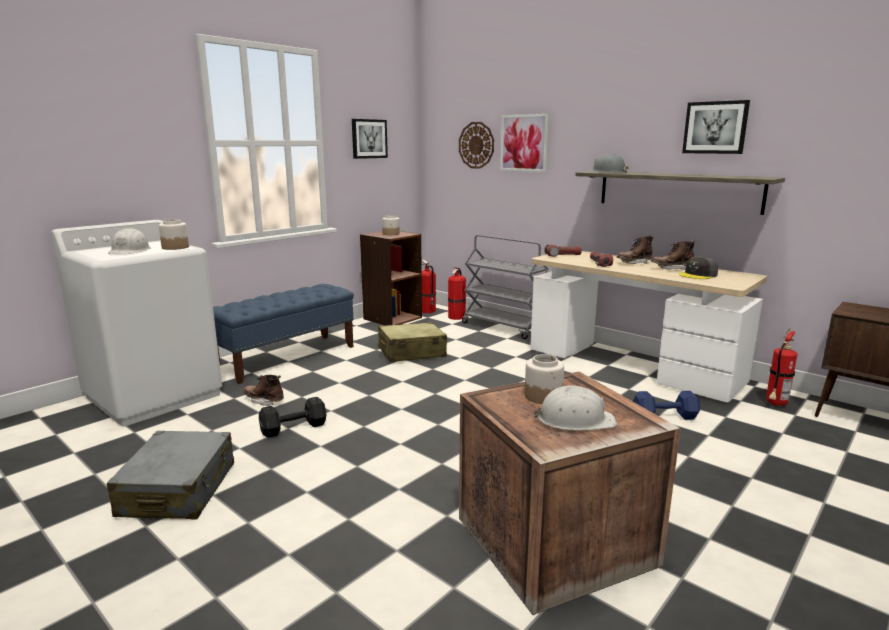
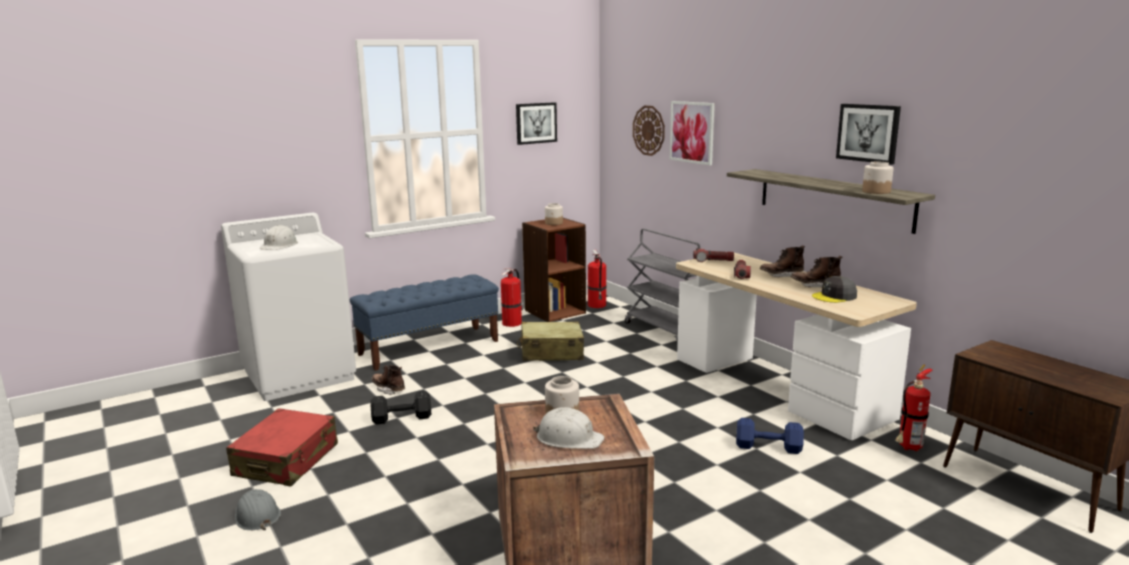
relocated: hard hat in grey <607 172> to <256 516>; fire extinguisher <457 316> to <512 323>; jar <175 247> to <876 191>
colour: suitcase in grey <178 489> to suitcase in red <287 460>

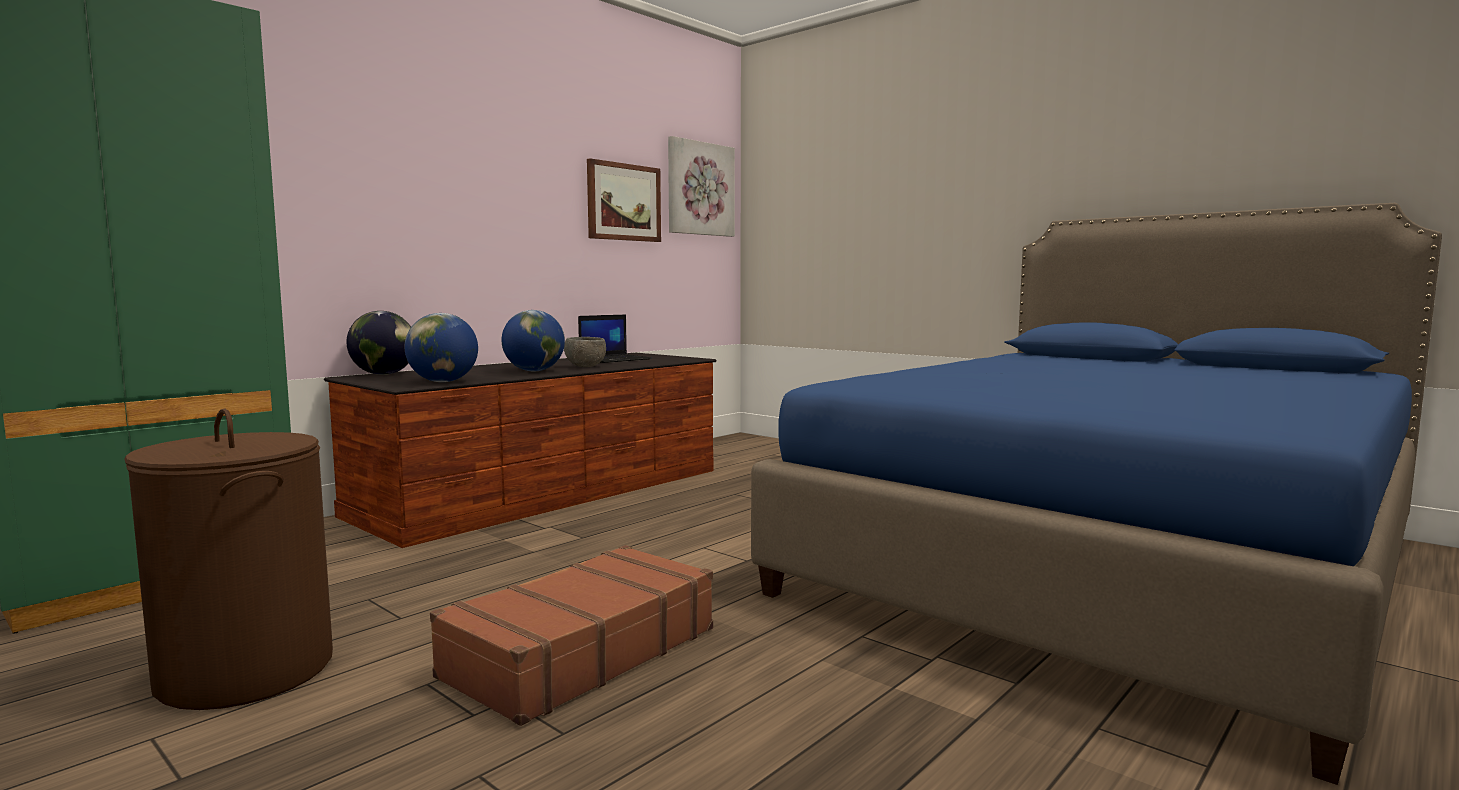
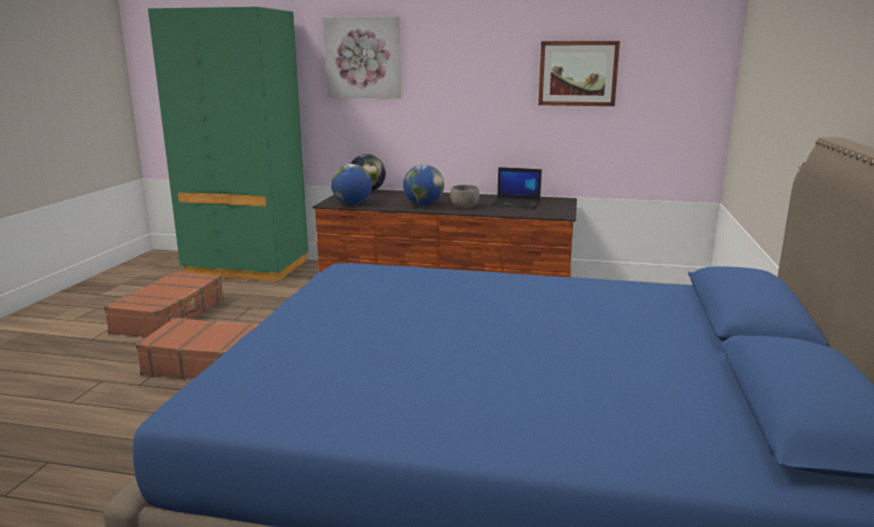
relocated: picture <700 189> to <363 57>
exchanged: laundry basket in brown <245 671> to suitcase in brown <170 316>

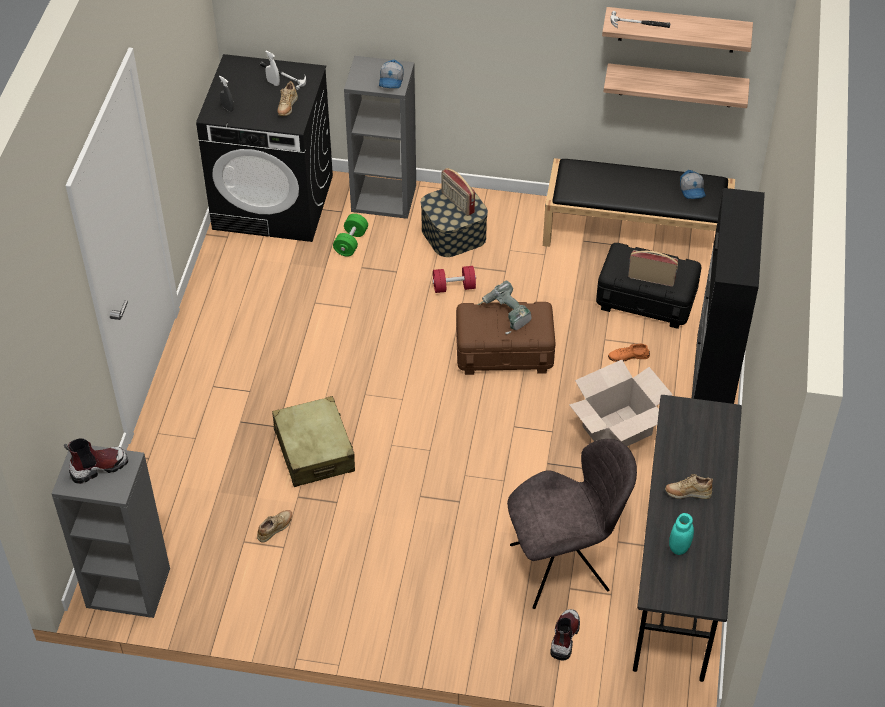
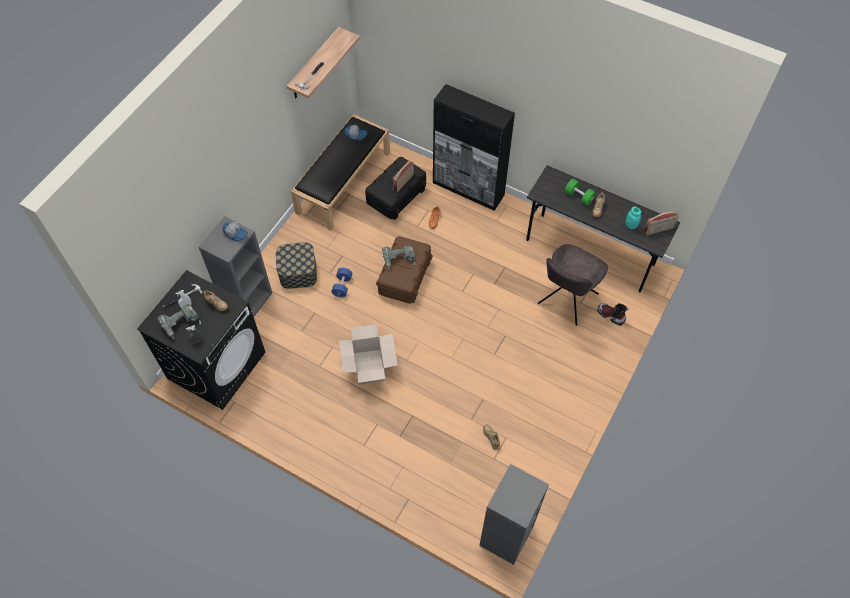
missing: boot <98 467>; suitcase in beige <314 450>; shelf <676 85>
appeared: power drill <181 325>
relocated: cardboard box <617 430> to <369 367>; dumbbell in green <351 243> to <579 196>; radio <457 203> to <659 229>
colour: dumbbell in red <454 287> to dumbbell in blue <342 286>
spun: chair in grey <563 567> = <566 300> 150 degrees counterclockwise

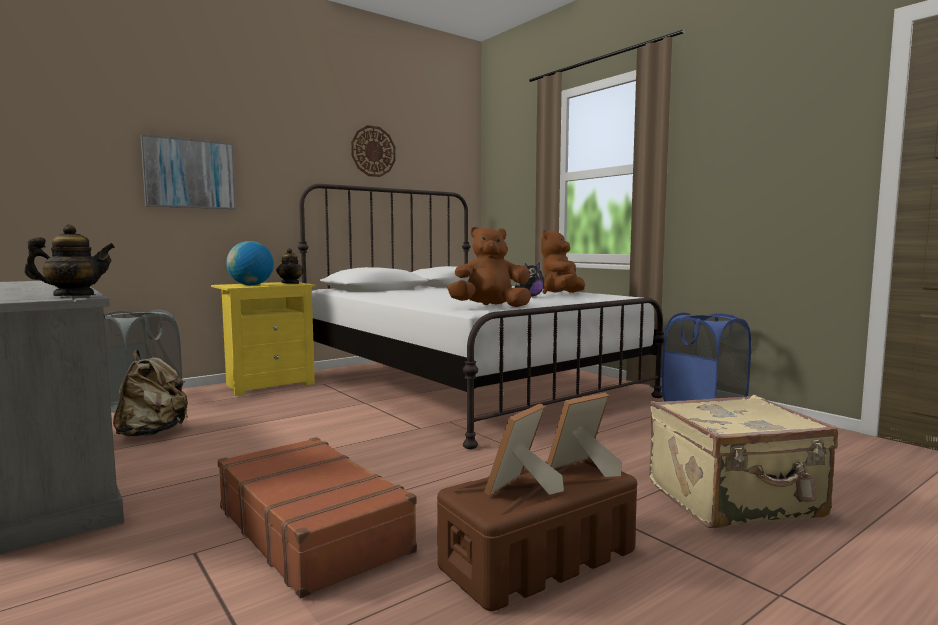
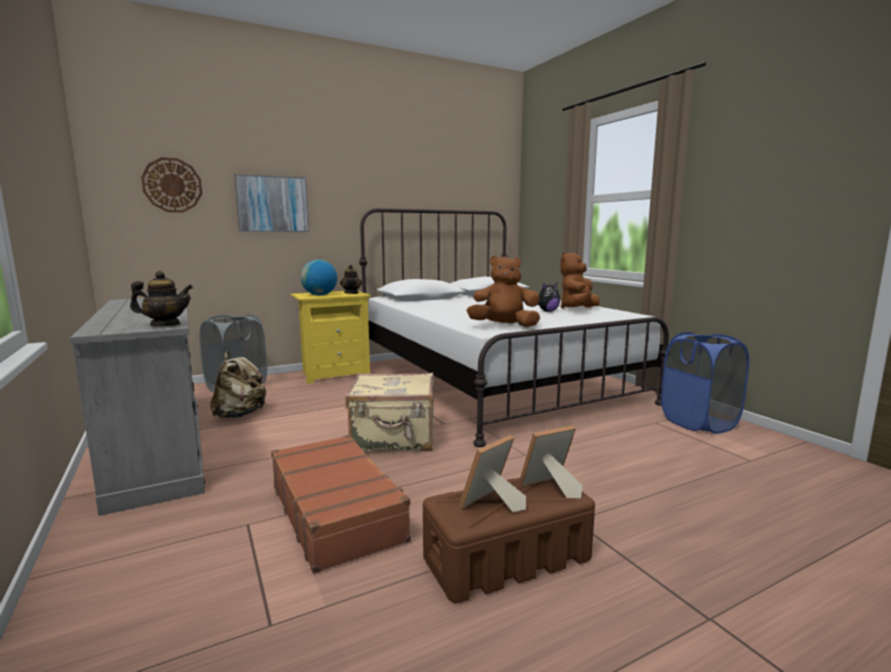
relocated: wall clock <373 151> to <172 185>; suitcase in beige <735 501> to <394 438>

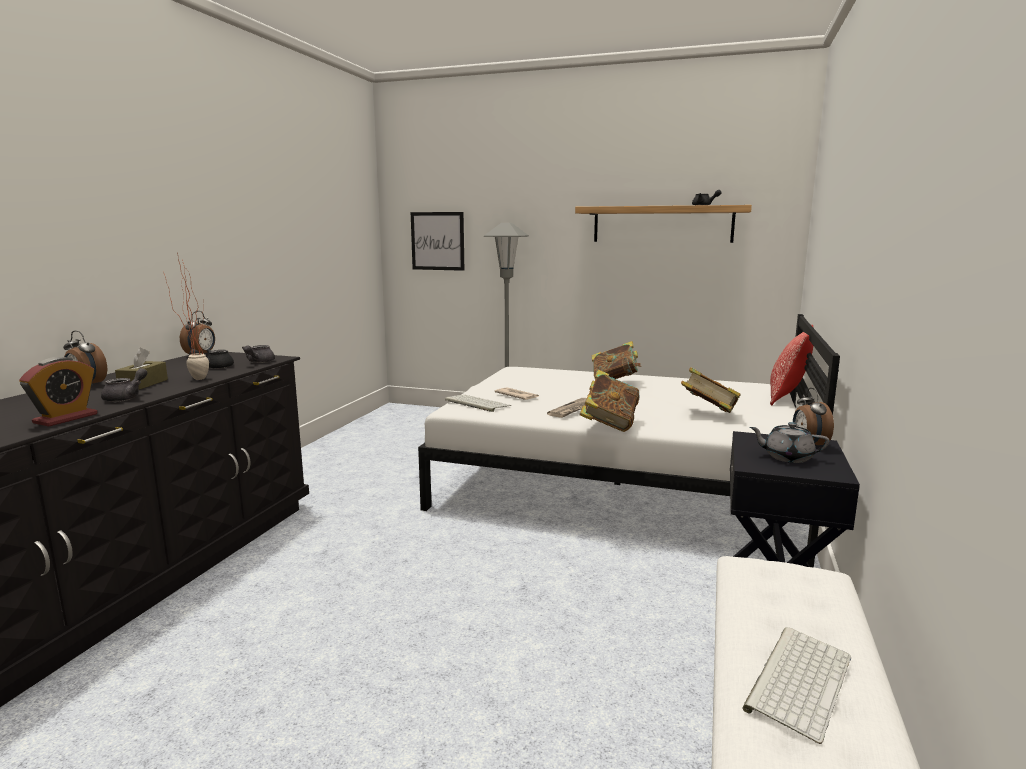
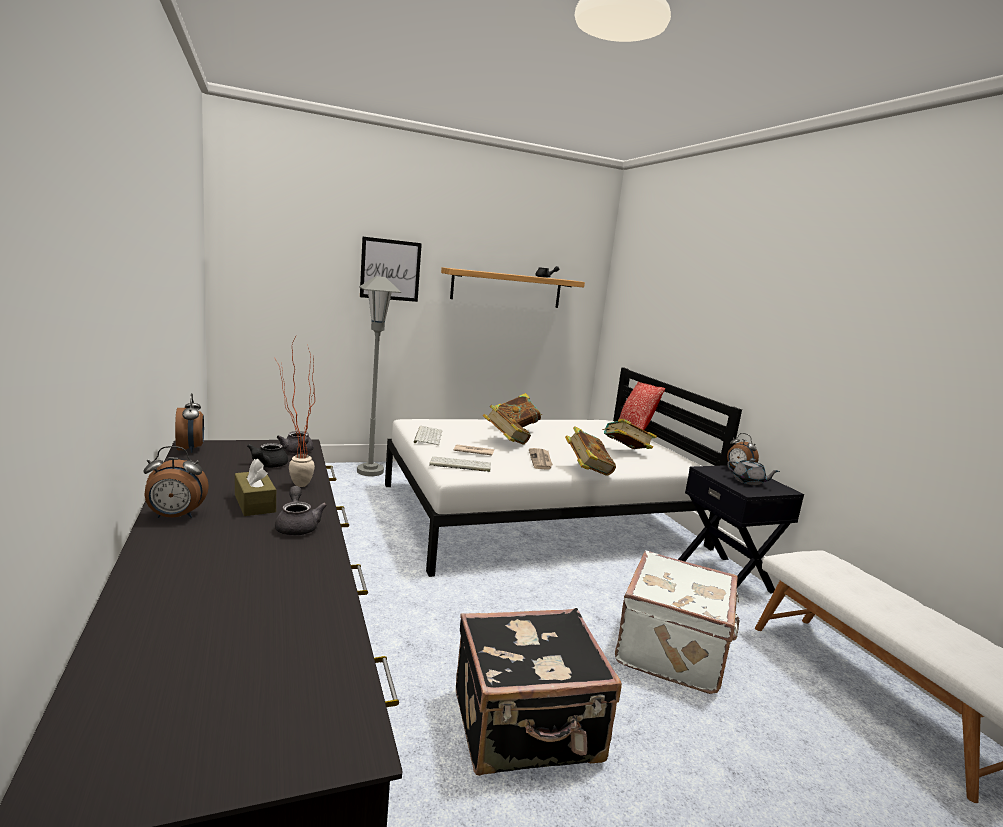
missing: alarm clock <65 418>
appeared: suitcase in black <527 728>; book <505 442>; suitcase in white <674 651>
relocated: picture <437 241> to <390 270>; keyboard <797 679> to <427 436>
spun: teapot in grey <787 457> = <748 482> 120 degrees counterclockwise

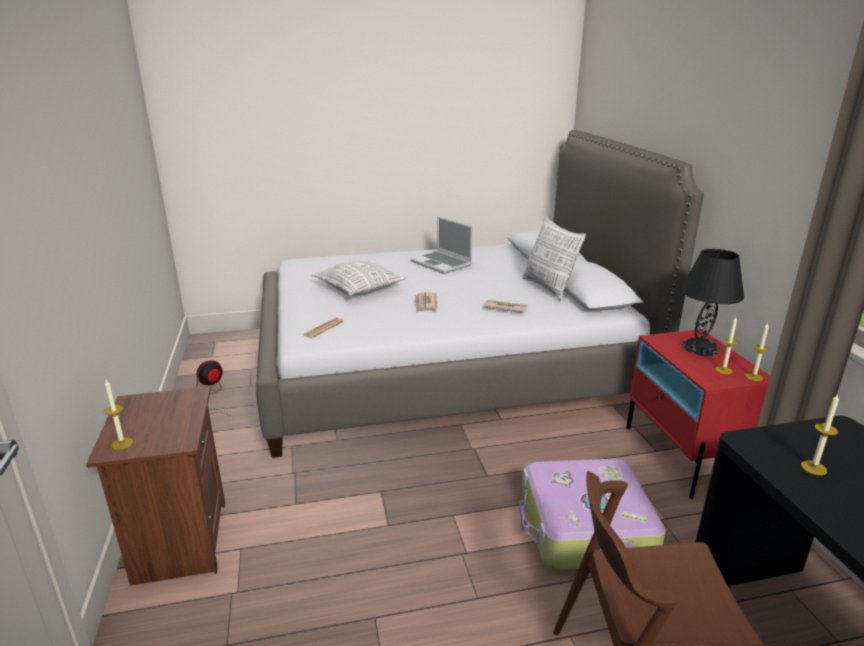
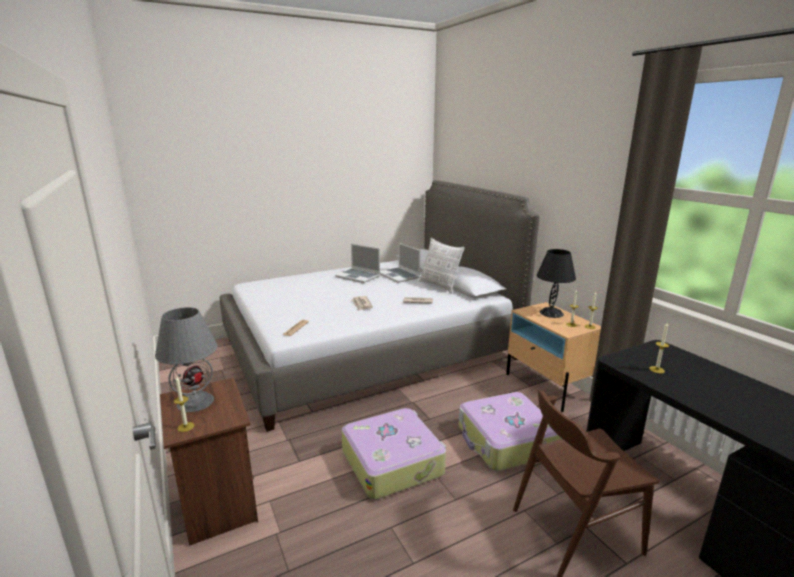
missing: pillow <359 288>
appeared: table lamp in grey <195 402>; suitcase <393 461>; laptop <399 276>
colour: nightstand in red <683 456> to nightstand in beige <547 387>

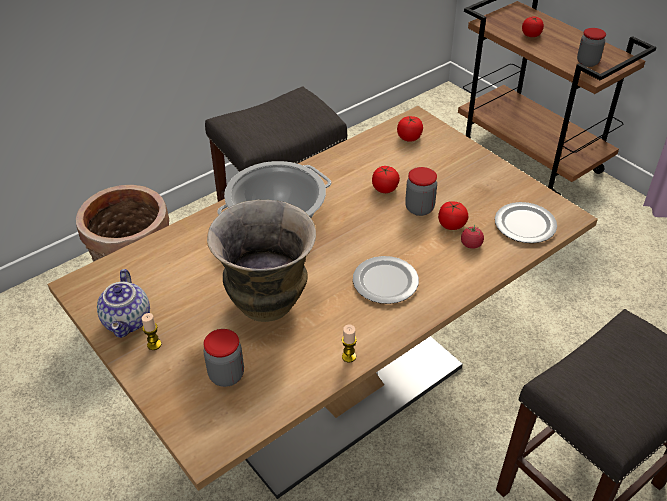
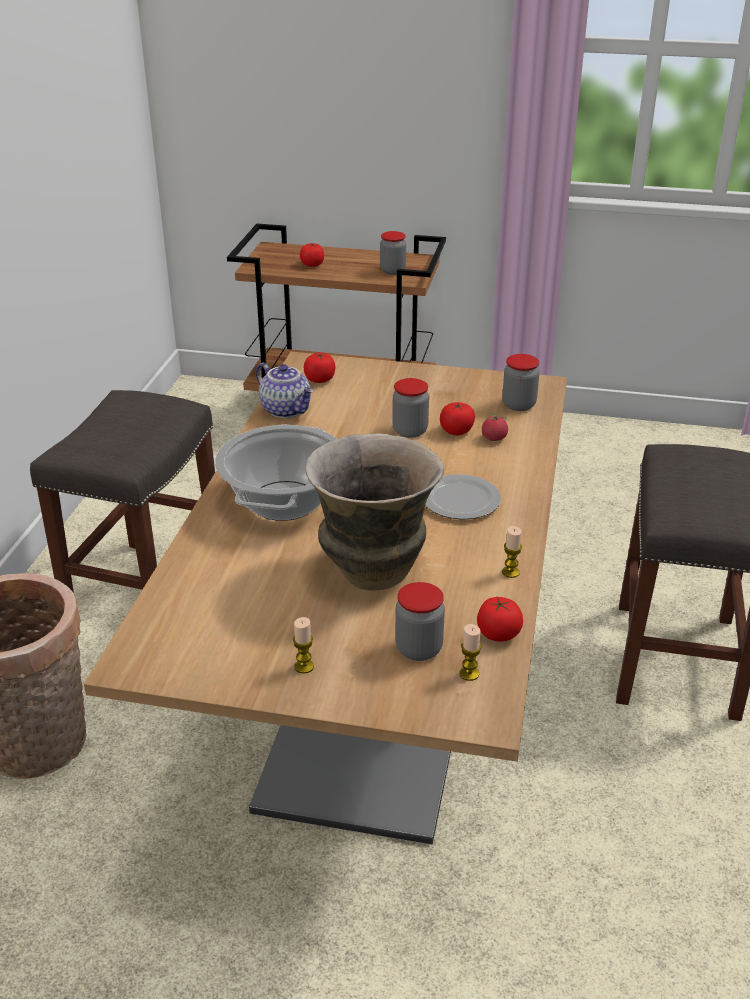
appeared: candle <469 674>
relocated: teapot <128 321> to <287 410>; tomato <385 188> to <498 634>
exchanged: plate <526 225> to jar <519 405>

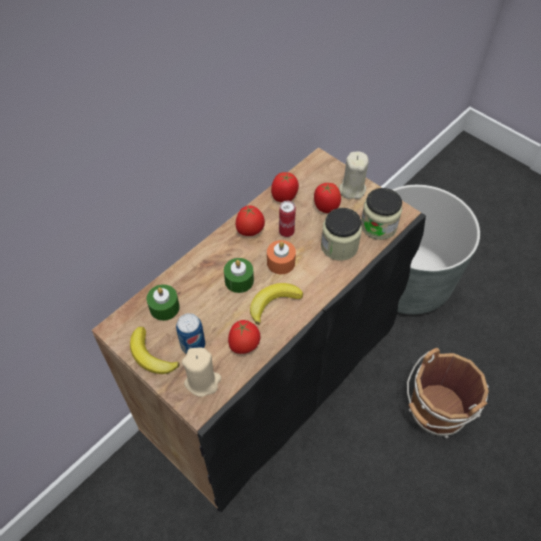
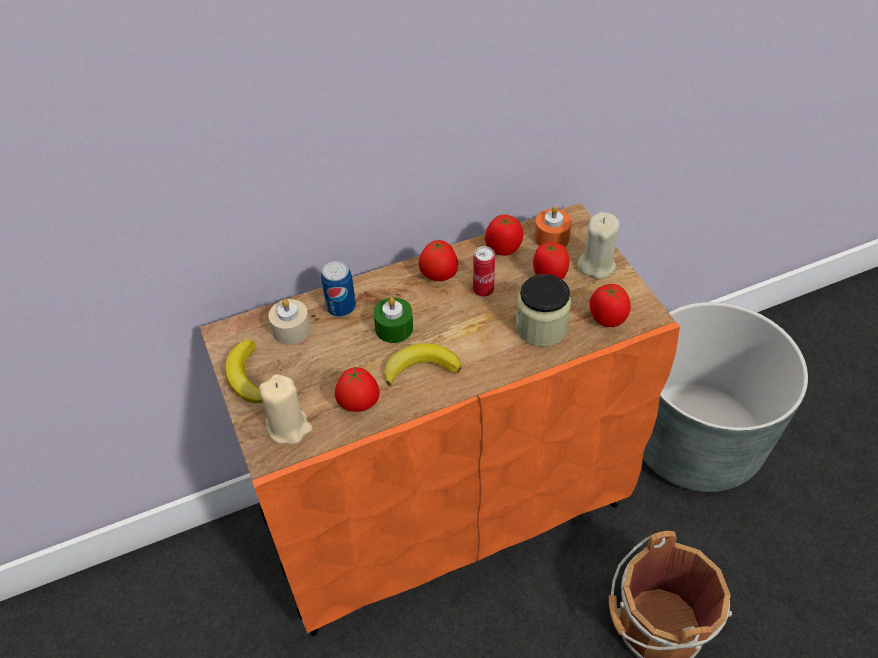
relocated: can <193 345> to <341 307>; candle in orange <281 262> to <551 237>
exchanged: jar <378 226> to tomato <606 319>
colour: cabinet in black <270 387> to cabinet in orange <446 510>; candle in green <164 307> to candle in beige <291 329>

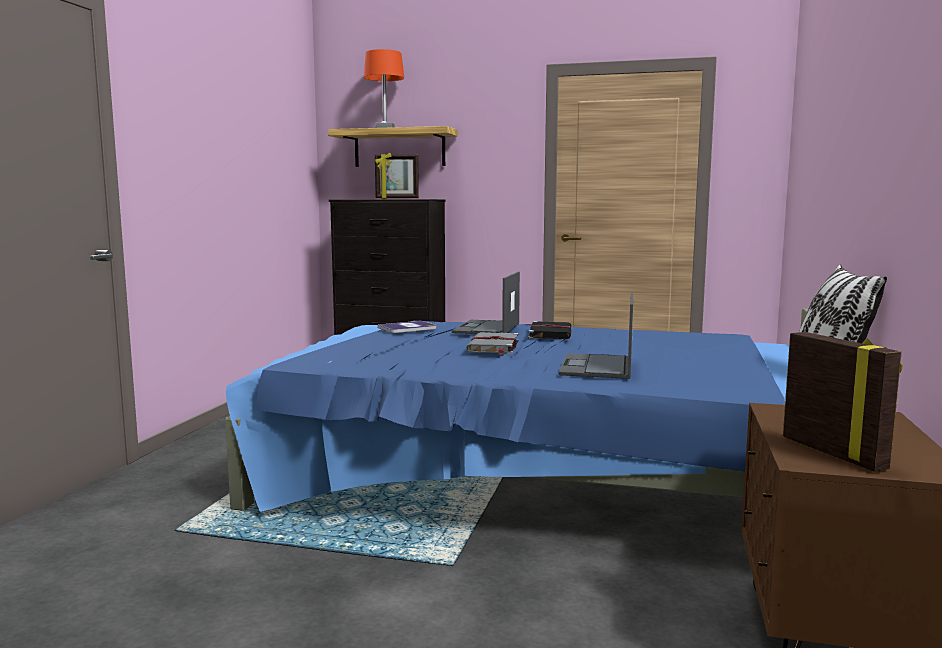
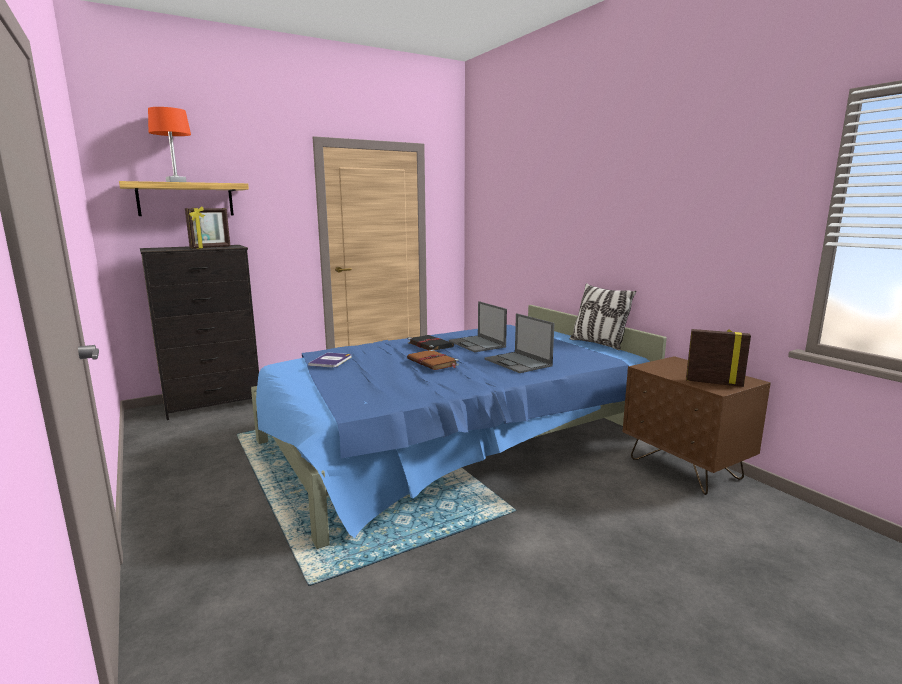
relocated: laptop <487 328> to <477 344>
colour: book in grey <493 346> to book in brown <433 362>

